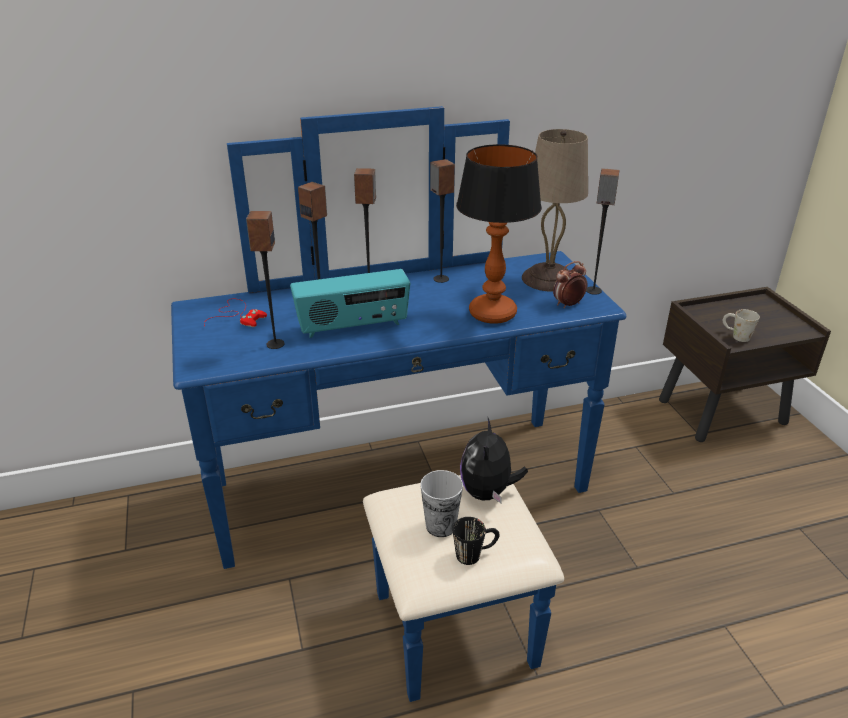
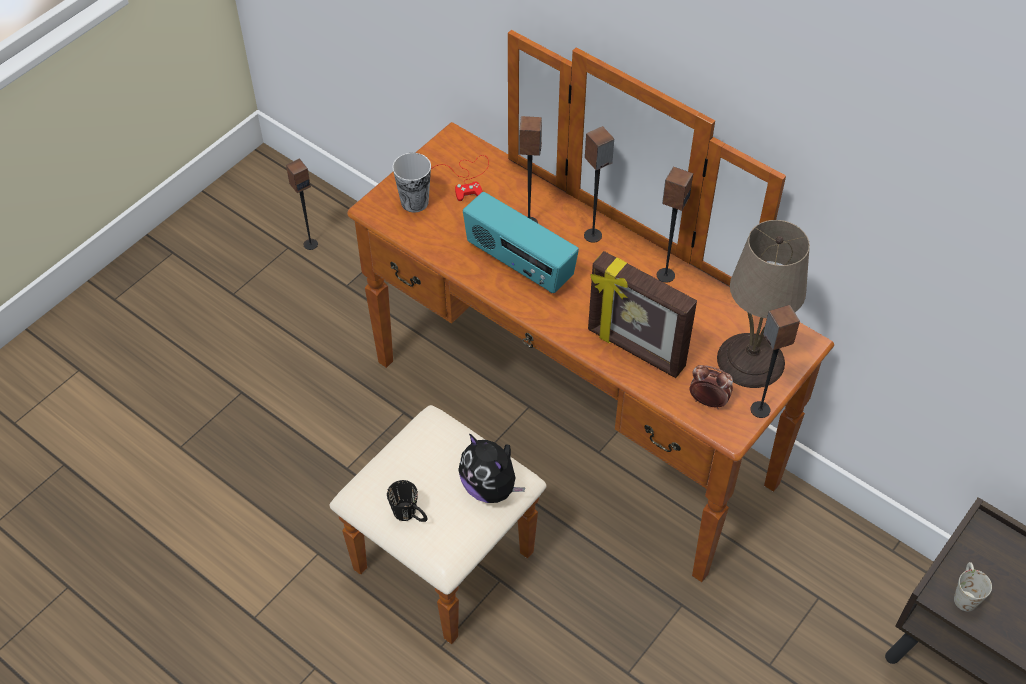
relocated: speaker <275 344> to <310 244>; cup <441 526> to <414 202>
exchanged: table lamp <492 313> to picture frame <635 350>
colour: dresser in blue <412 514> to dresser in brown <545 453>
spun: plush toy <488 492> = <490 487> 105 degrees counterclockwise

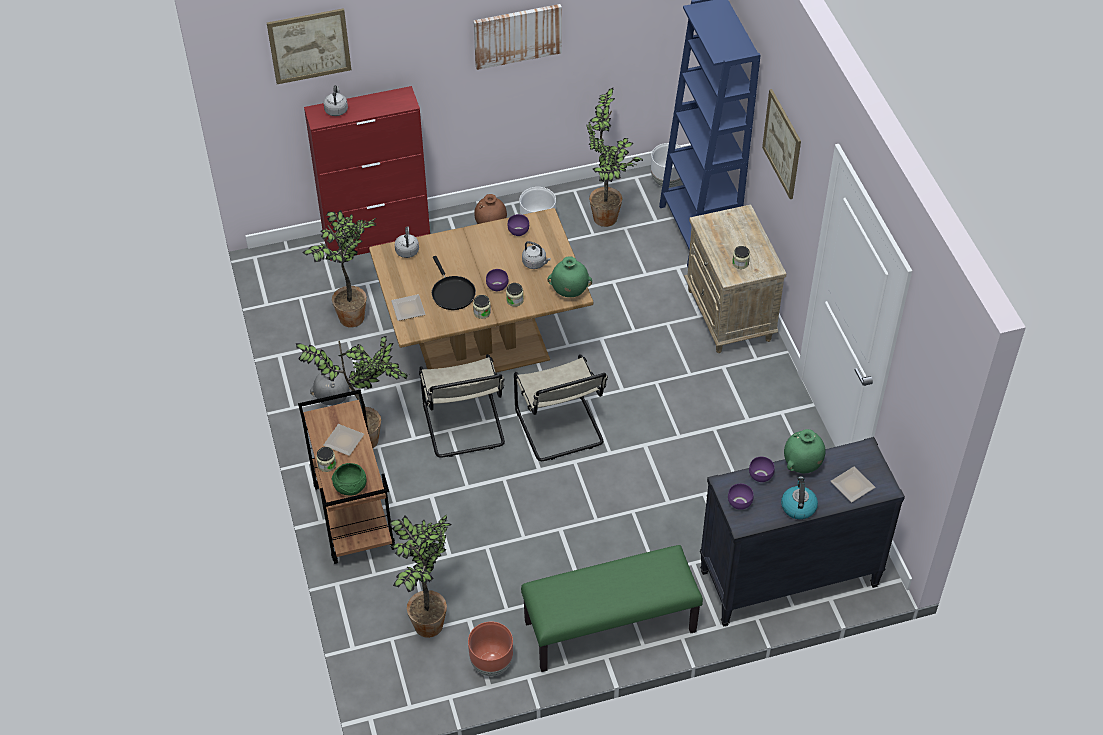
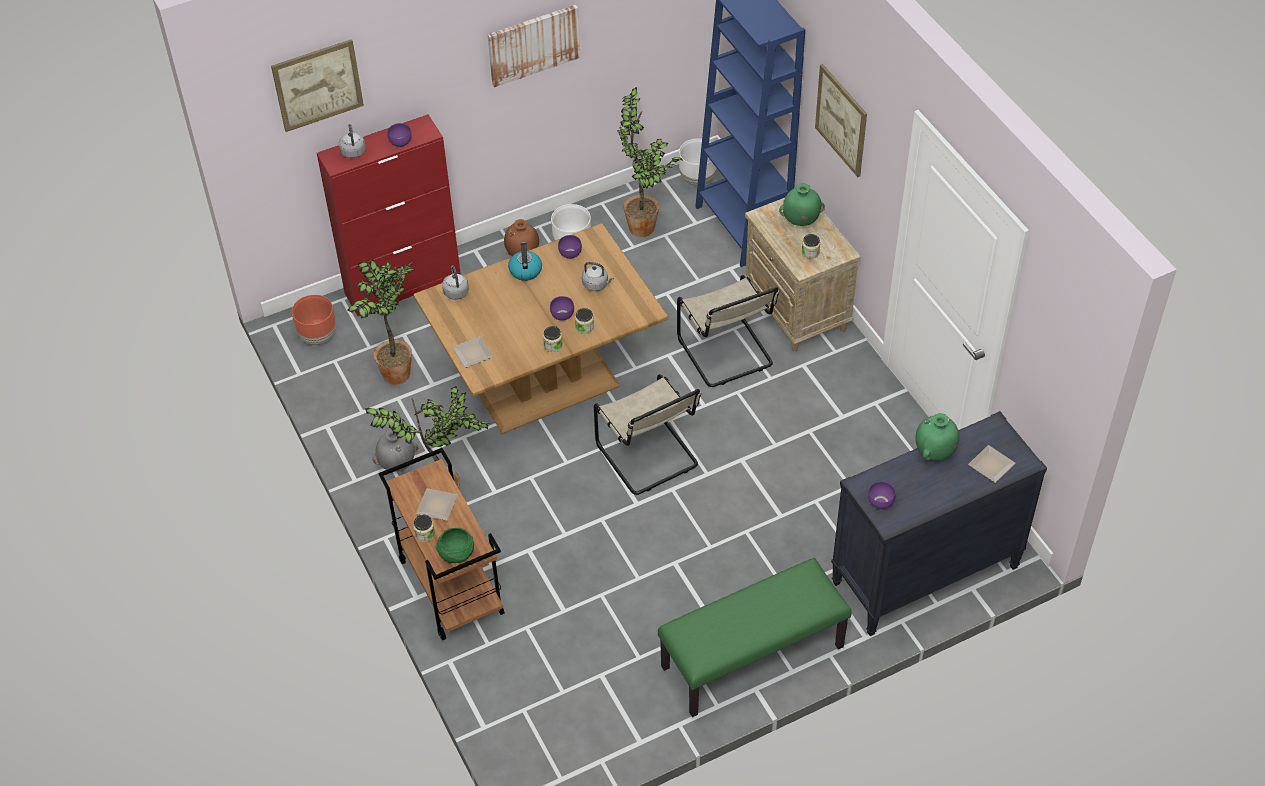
missing: potted plant <428 621>; frying pan in black <452 293>
relocated: planter in brown <491 663> to <318 336>; bowl in purple <760 475> to <400 142>; kettle <798 506> to <525 270>; chair in beige <464 427> to <727 354>; vase in green <569 292> to <800 221>

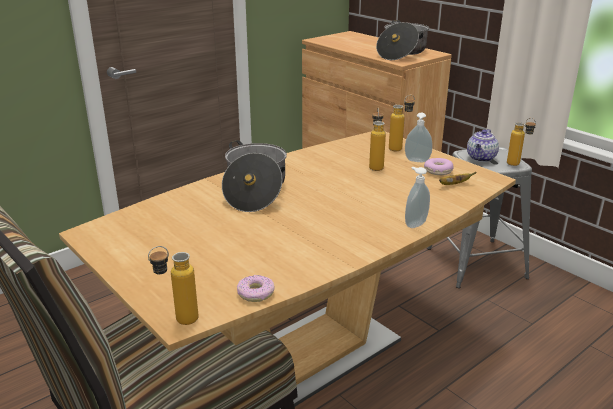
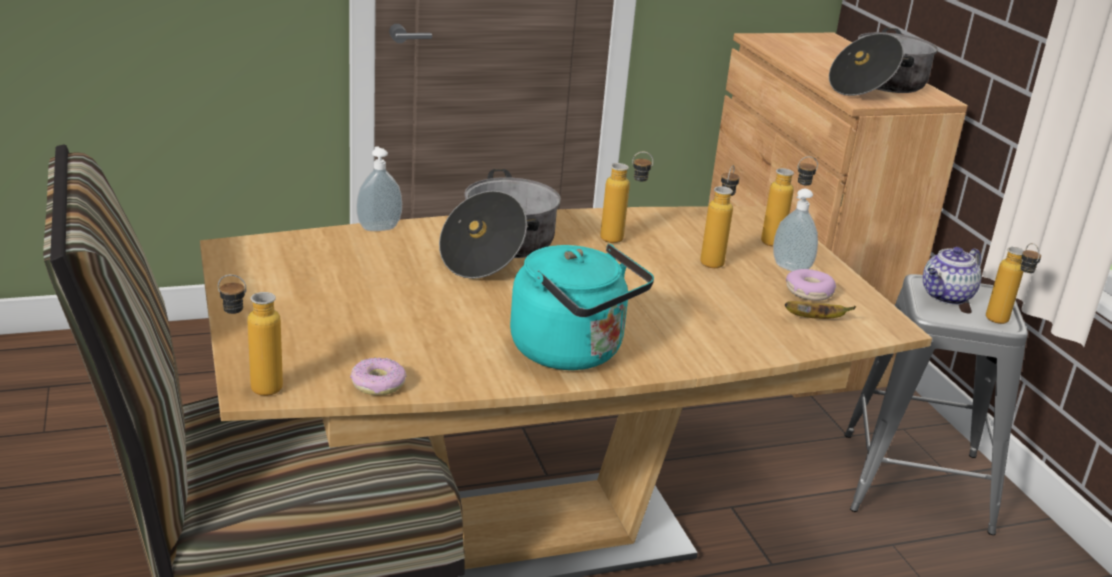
appeared: kettle in turquoise <573 352>; bottle <621 240>
relocated: soap dispenser <414 224> to <378 227>

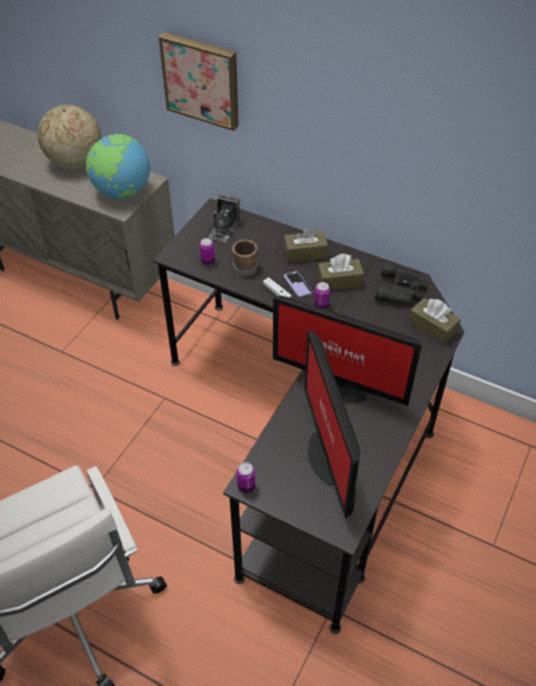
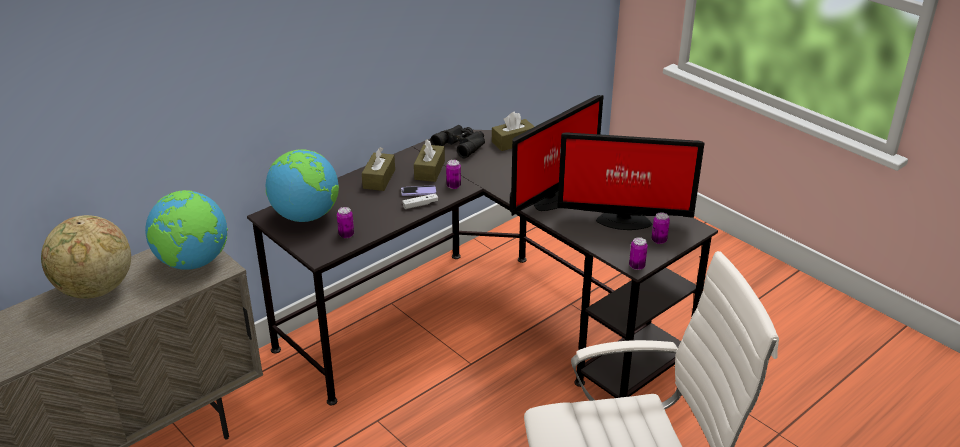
missing: picture <202 80>; mug in brown <244 266>
appeared: can <659 240>
exchanged: photo camera <224 229> to globe <305 216>

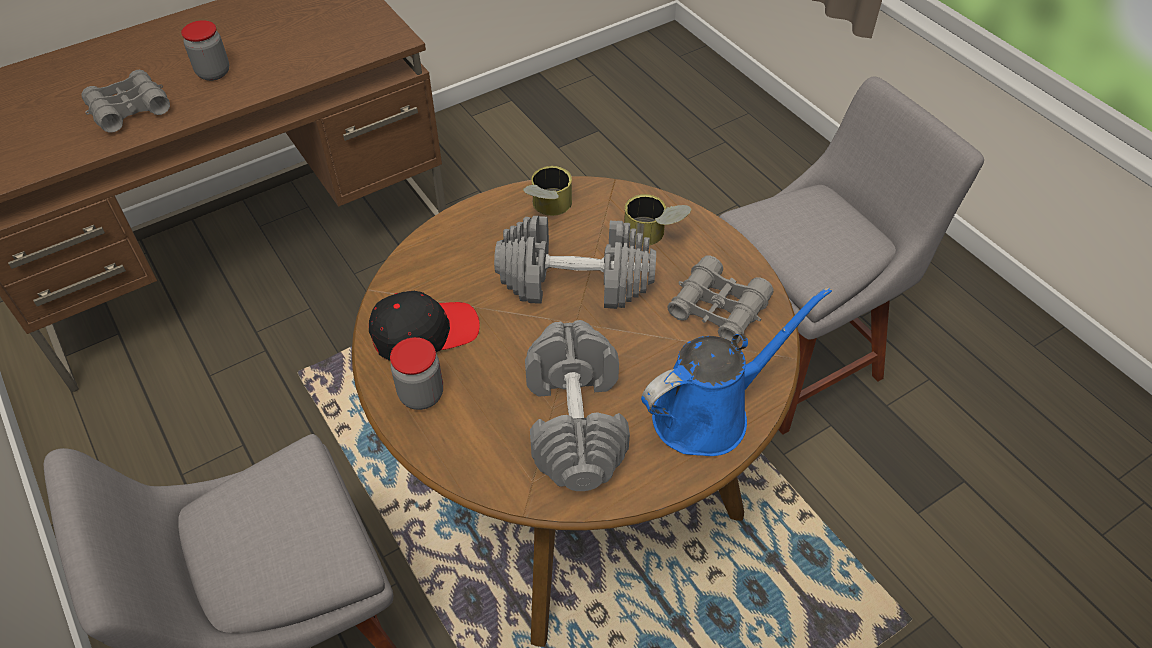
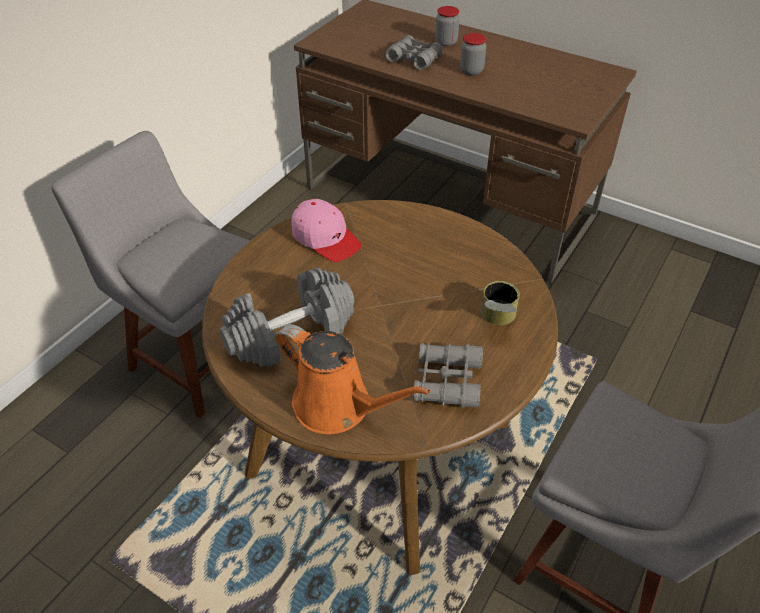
missing: dumbbell in grey <576 281>; can <547 210>
relocated: jar <421 395> to <446 42>
colour: watering can in blue <709 413> to watering can in orange <338 406>; cap in black <424 332> to cap in pink <326 238>

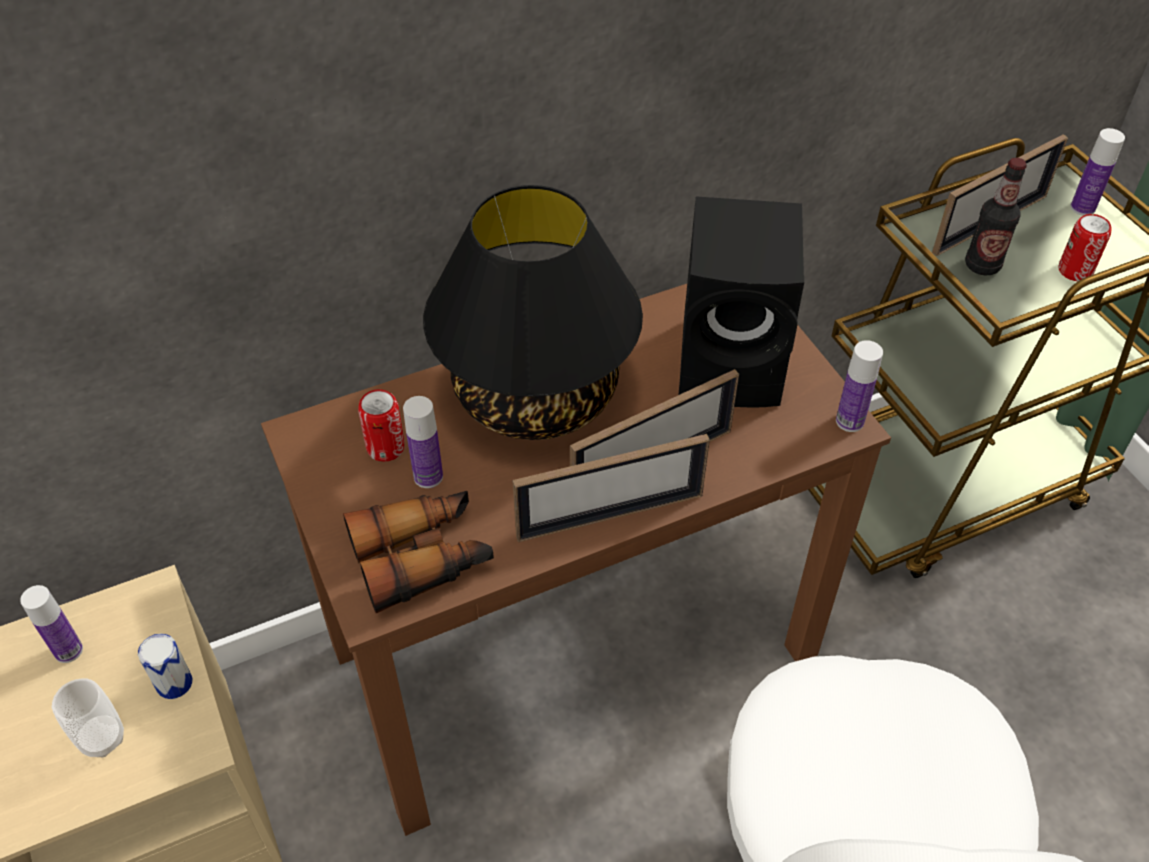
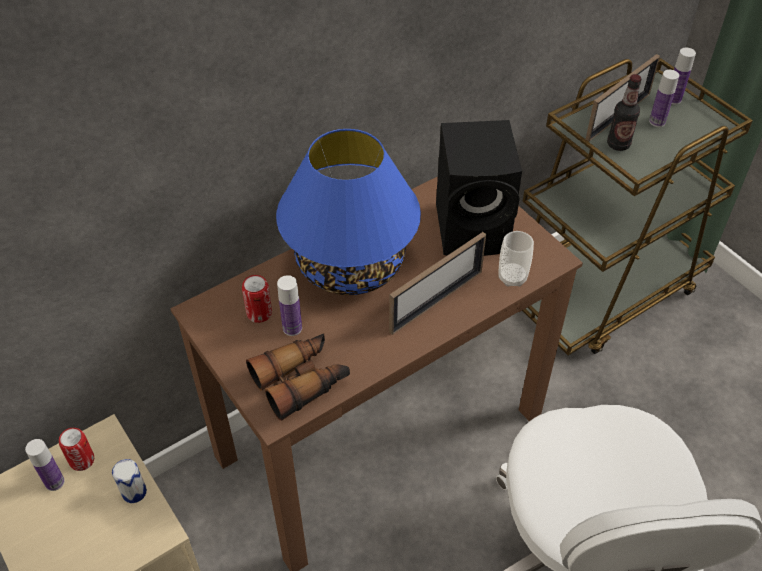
missing: picture frame <610 516>
relocated: can <1075 271> to <82 460>; cup <102 738> to <512 277>; bottle <849 421> to <657 122>
colour: table lamp in black <536 394> to table lamp in blue <351 264>

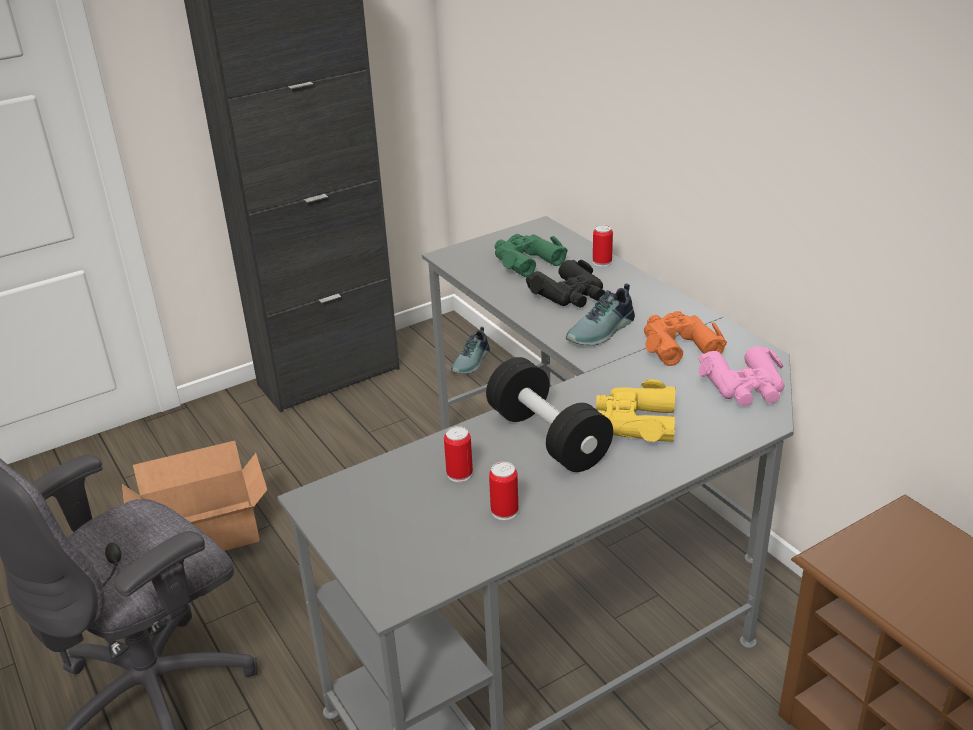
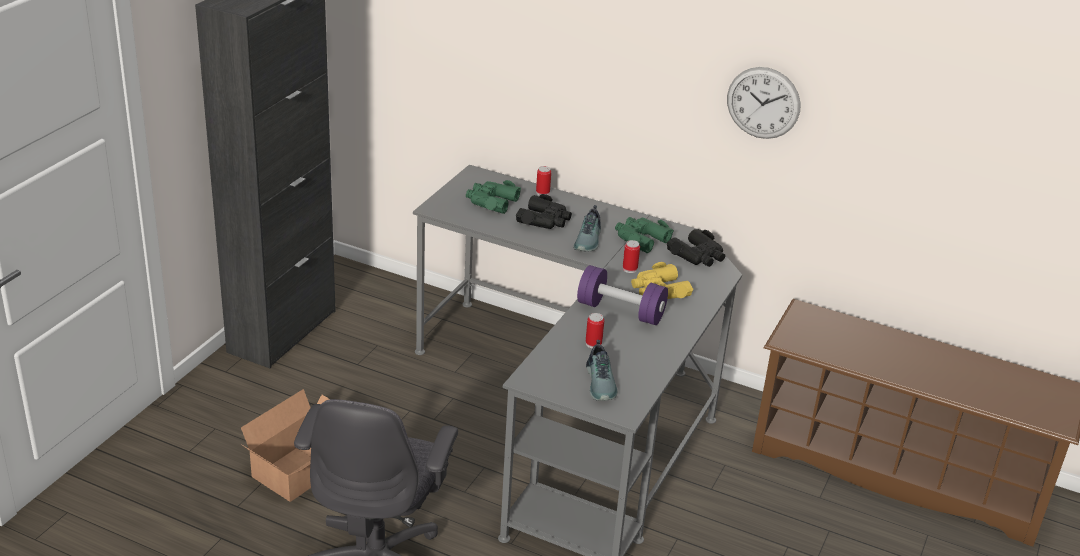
appeared: wall clock <763 103>
relocated: shoe <472 362> to <602 383>; can <504 511> to <629 269>
colour: dumbbell in black <547 438> to dumbbell in purple <620 311>; binoculars in orange <678 345> to binoculars in green <640 239>; binoculars in pink <744 387> to binoculars in black <698 255>

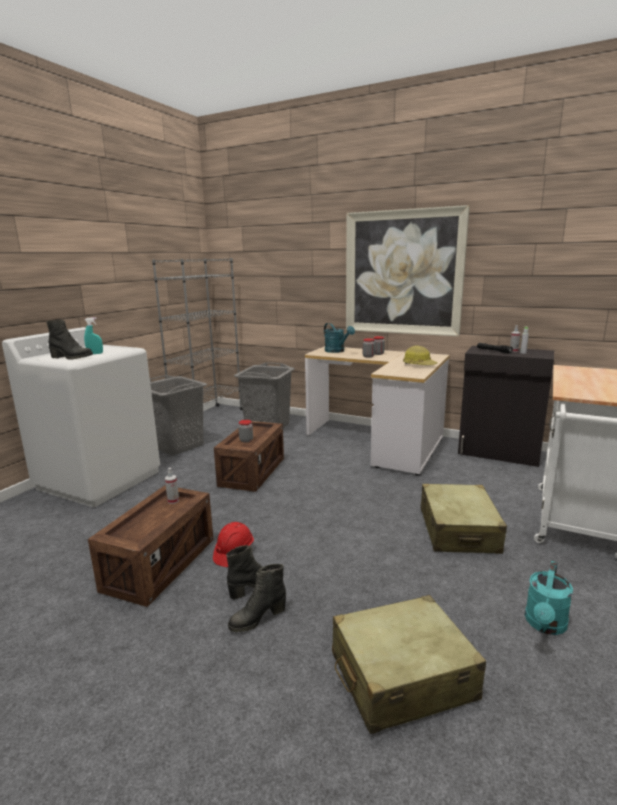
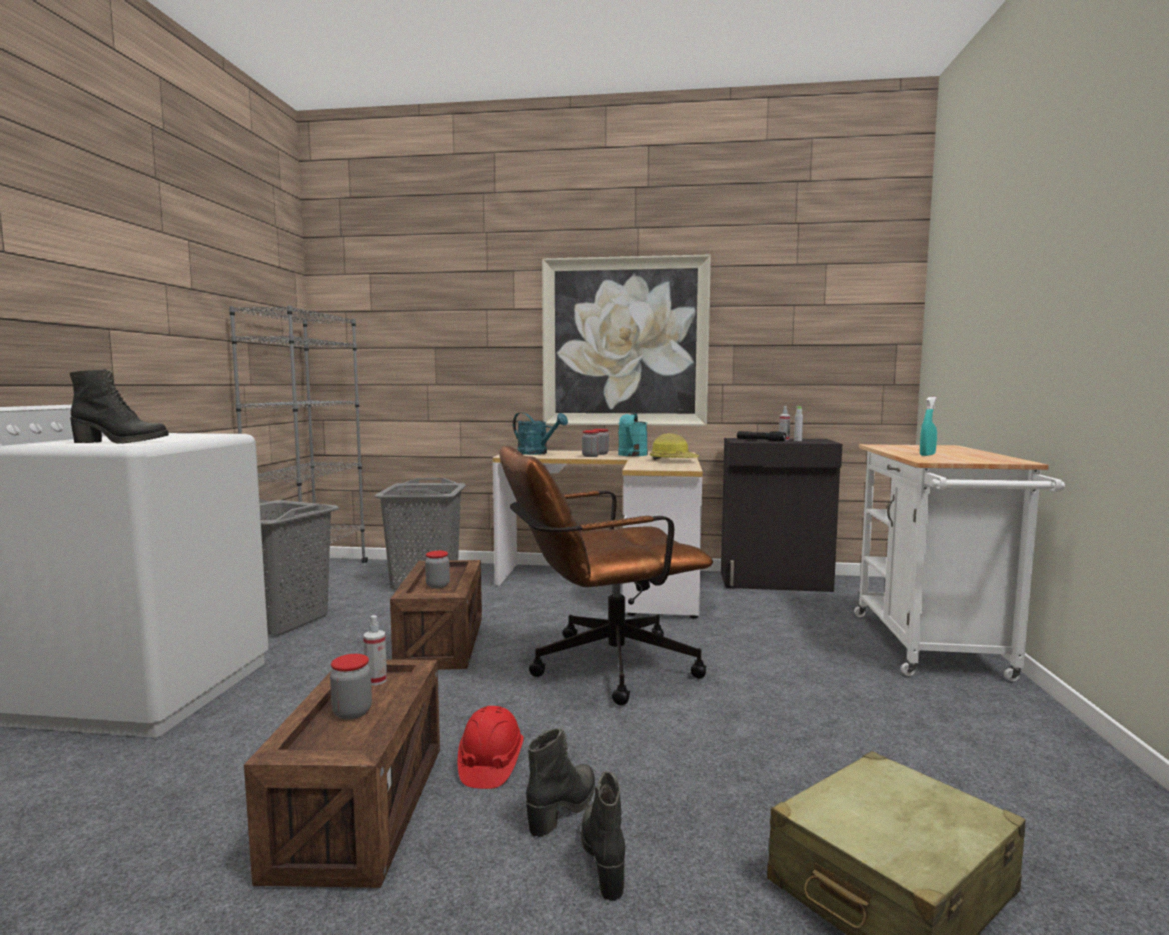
missing: suitcase in beige <458 530>
appeared: jar <352 712>; office chair in brown <600 667>
relocated: watering can in turquoise <545 625> to <632 455>; spray bottle in turquoise <95 354> to <927 455>
spun: boot in black <257 618> = <604 858> 135 degrees clockwise

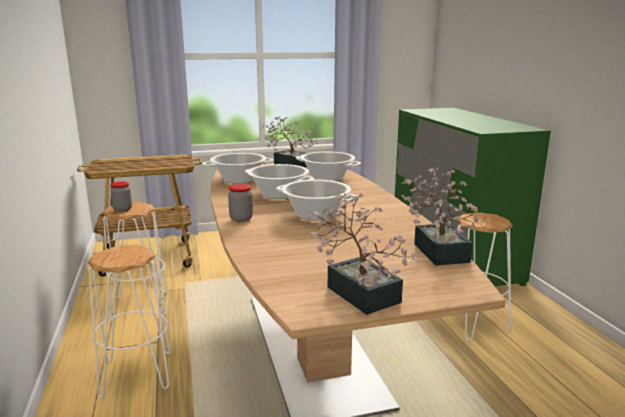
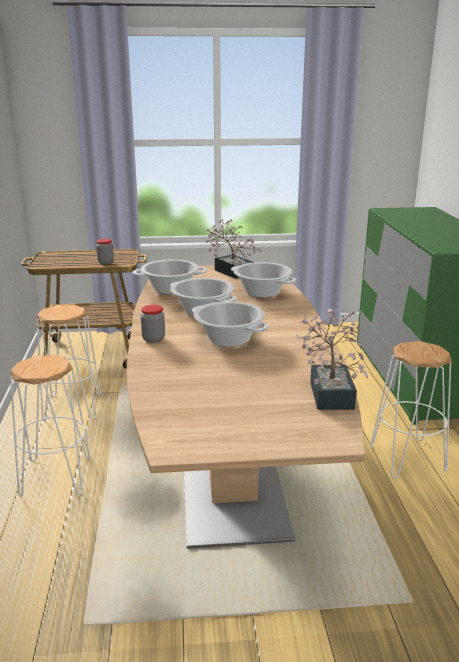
missing: potted plant <358 290>
relocated: jar <122 209> to <106 262>

